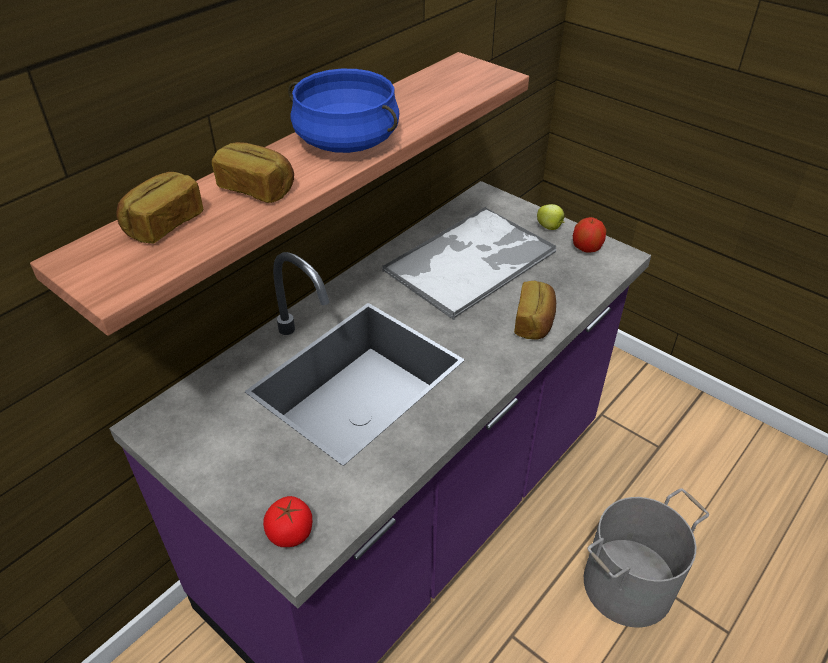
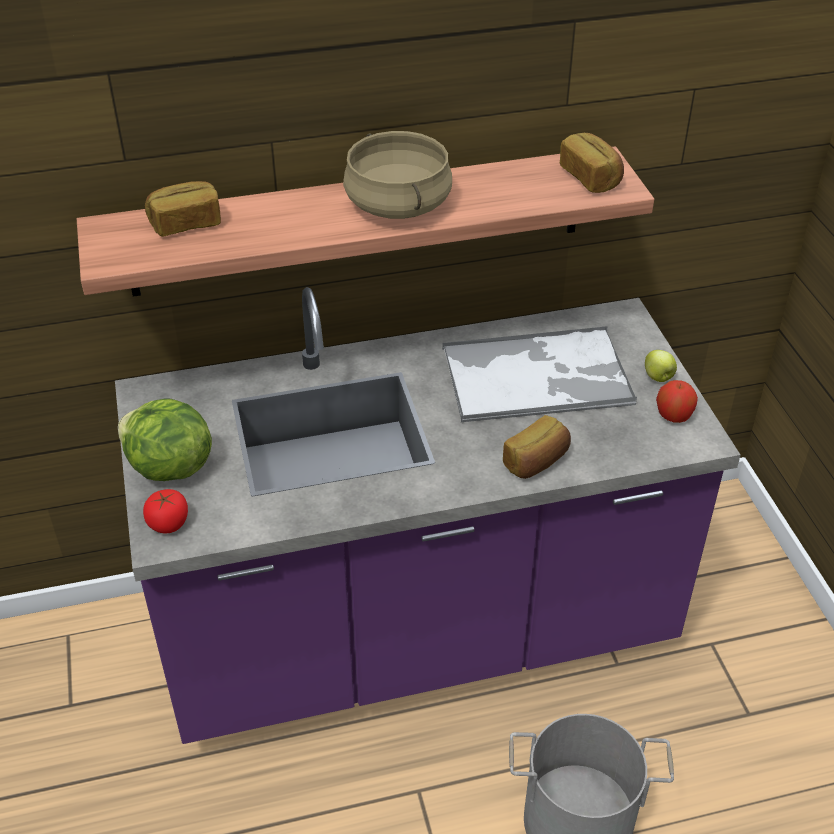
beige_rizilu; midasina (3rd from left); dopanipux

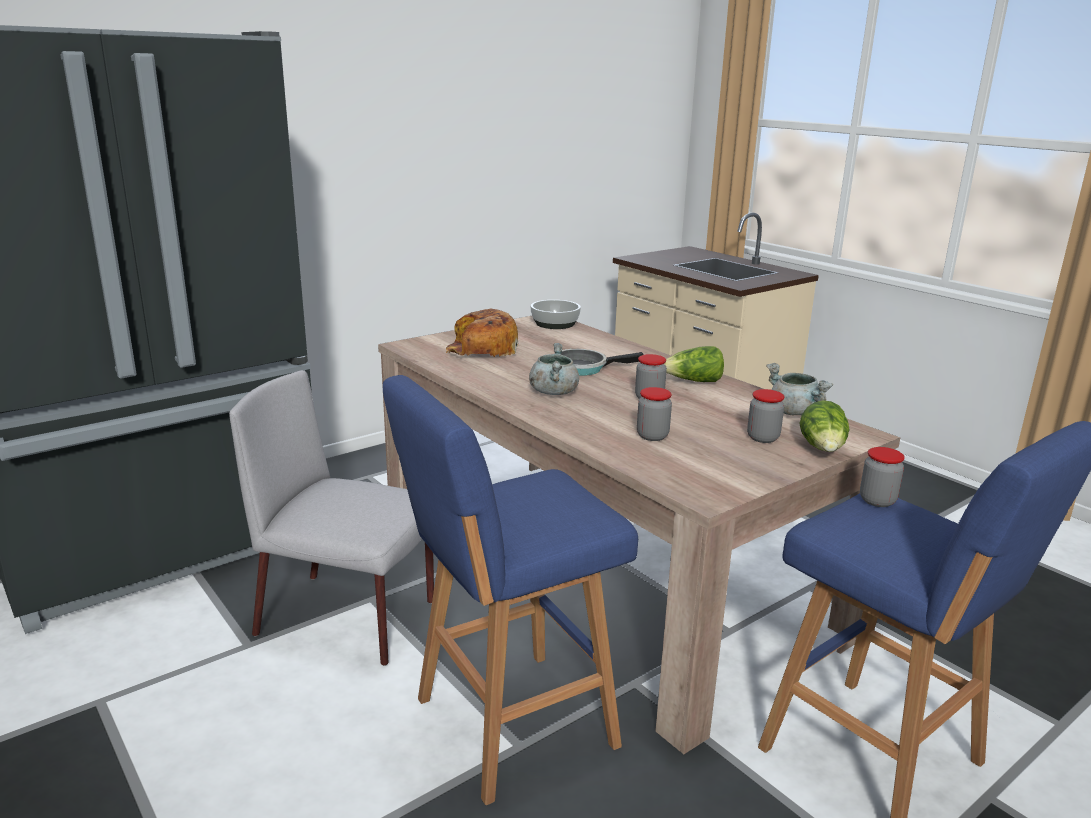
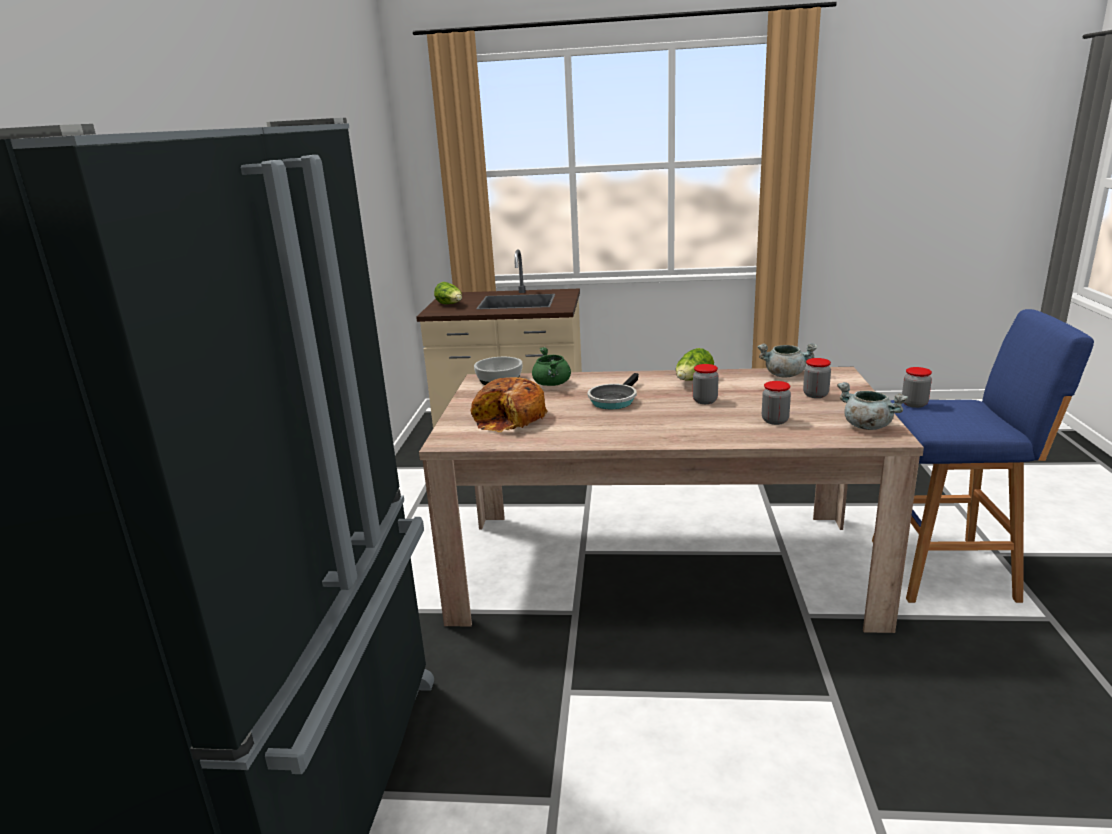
grey_rizilu (2nd from left); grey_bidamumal; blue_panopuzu (1st from left in the first image); dopanipux (1st from left); green_rizilu

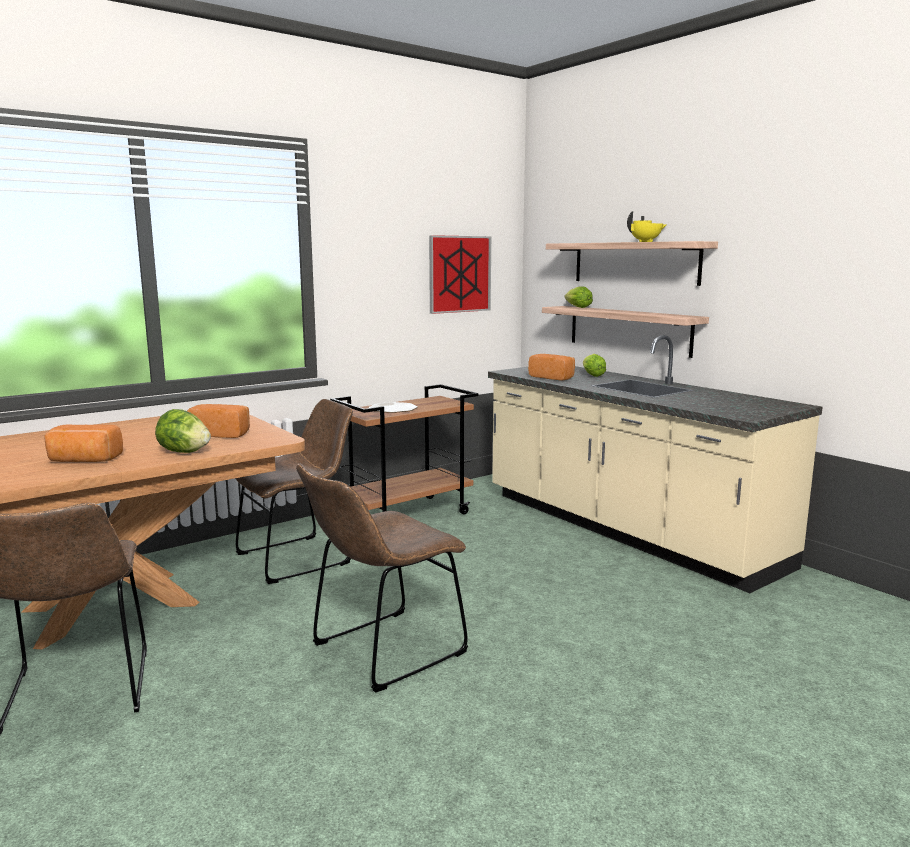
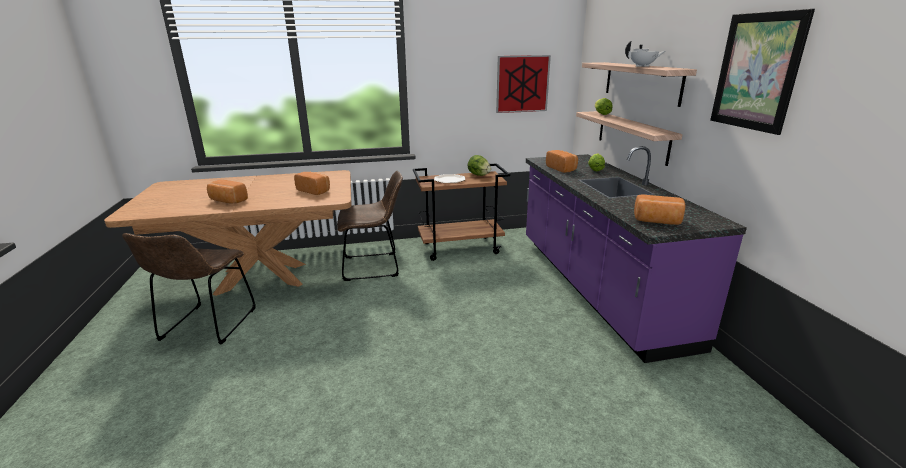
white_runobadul; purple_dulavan; dopanipux (1st from left); brown_bidamumal (3rd from left in the first image); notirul (2nd from left); midasina (4th from left)

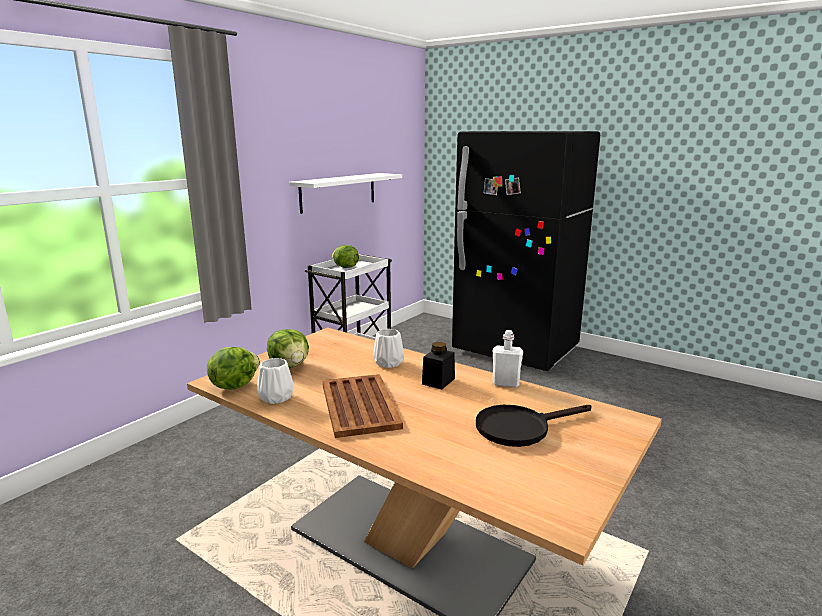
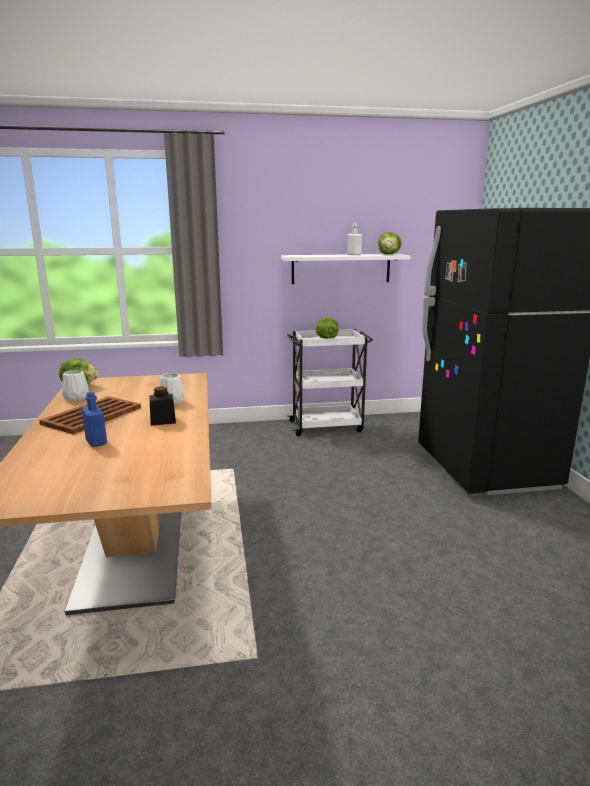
dopanipux (3rd from left); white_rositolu; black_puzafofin; blue_rositolu

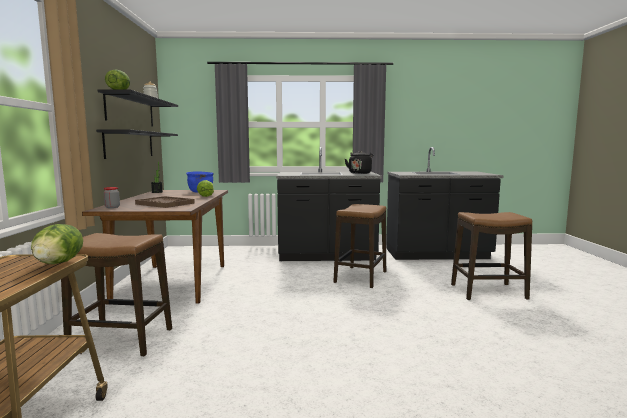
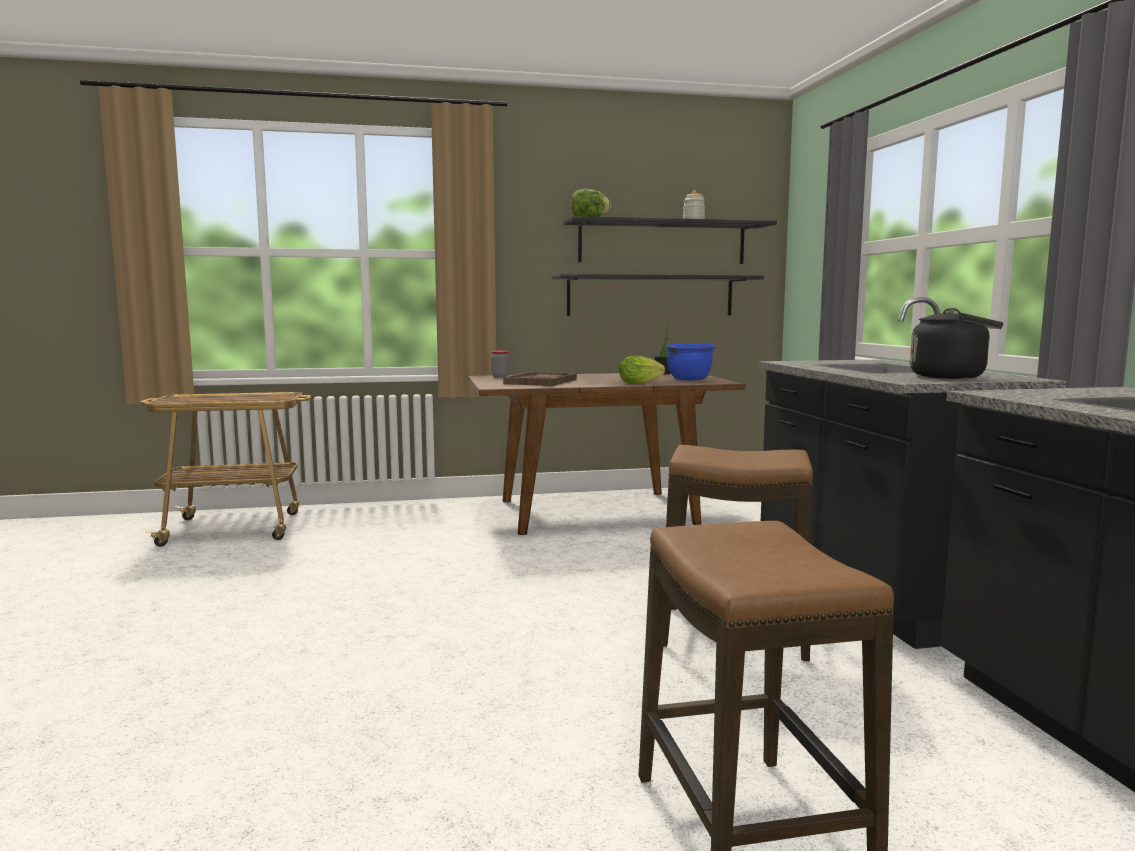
dopanipux (1st from left in the first image); panopuzu (1st from left in the first image)

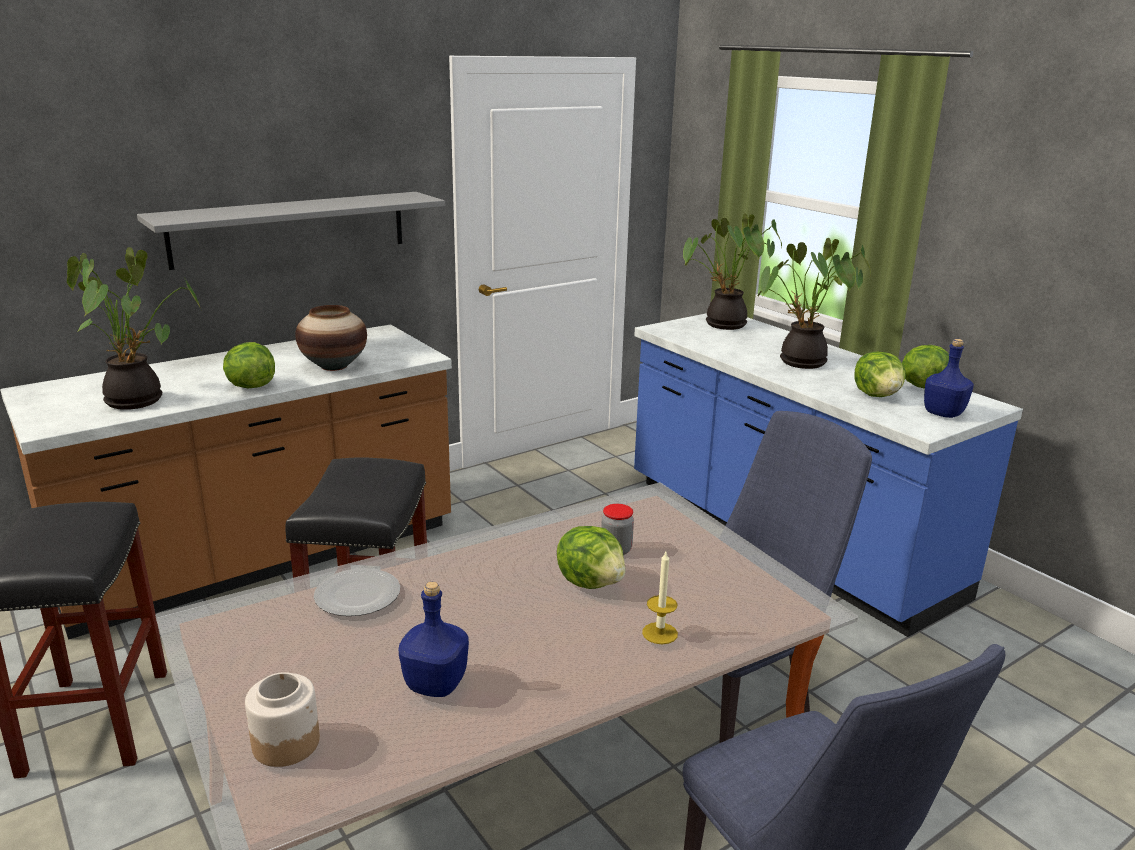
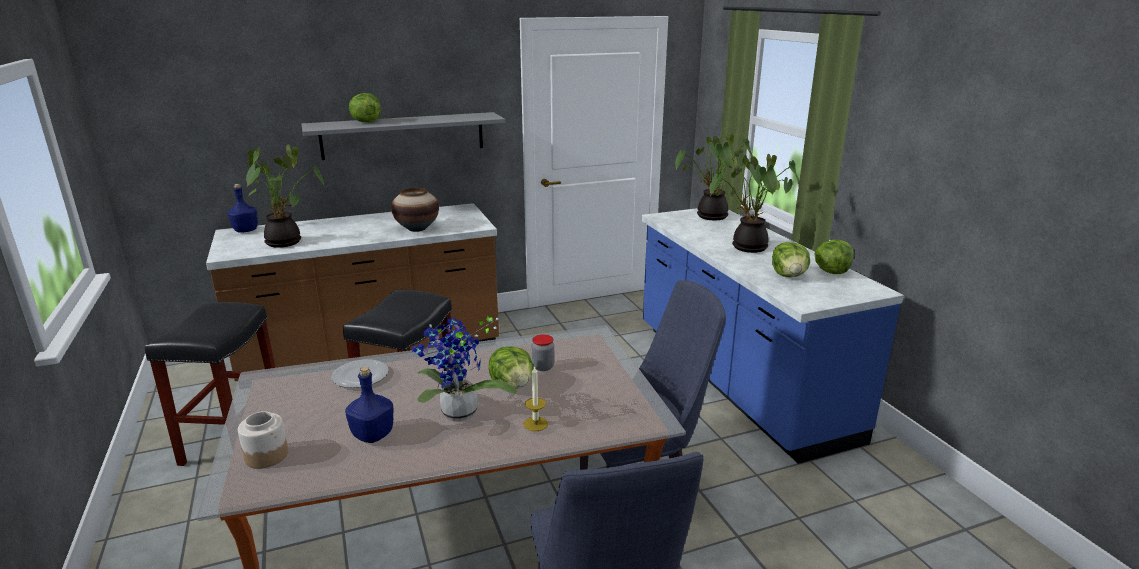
blue_rositolu (1st from left); dopanipux (1st from left); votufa (2nd from left)

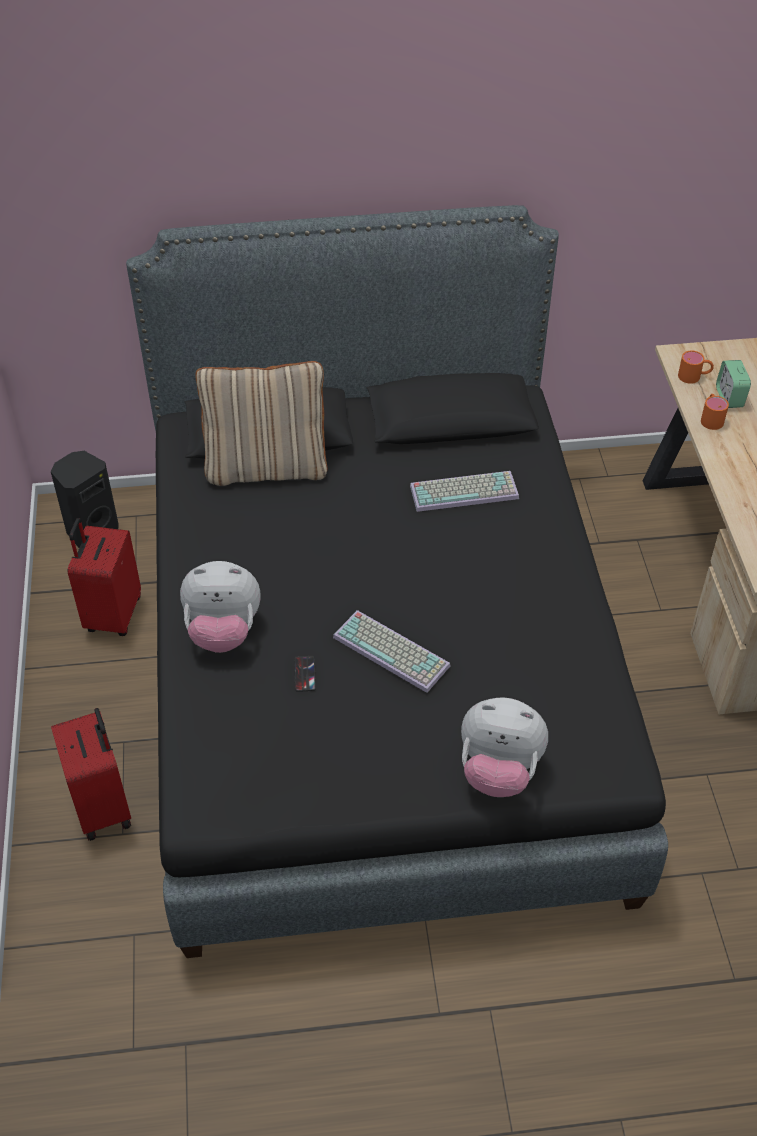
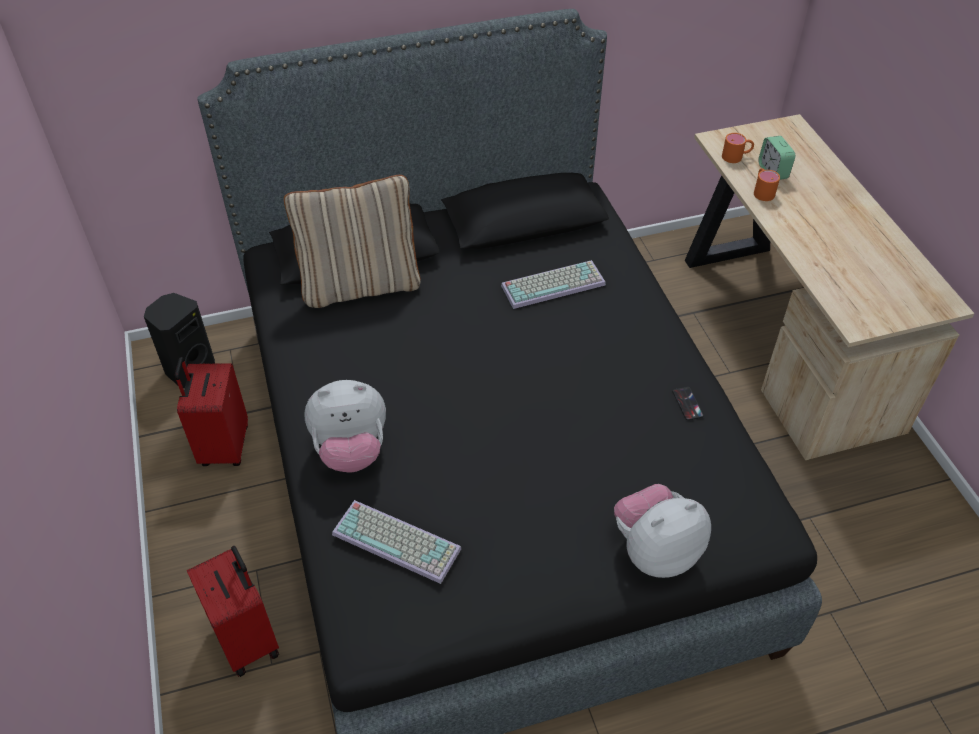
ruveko (1st from left); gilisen; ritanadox (2nd from left)

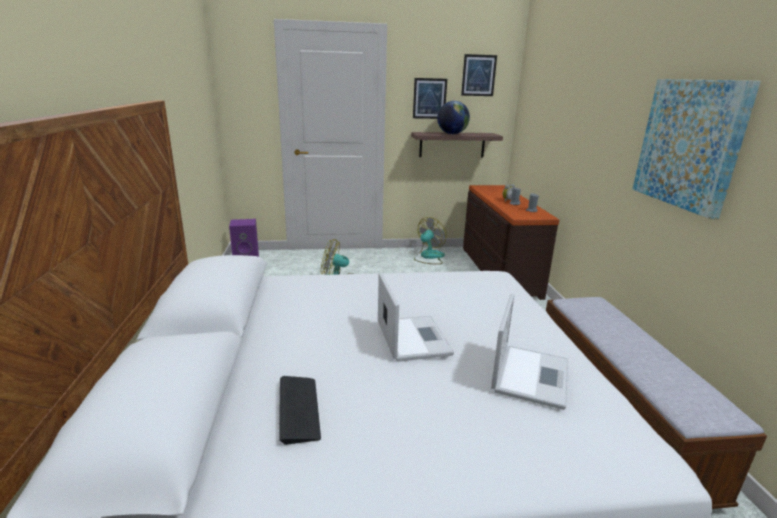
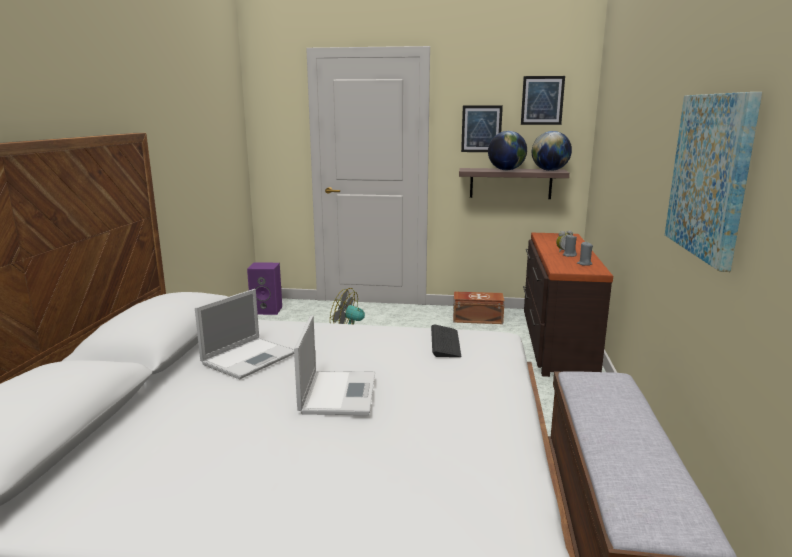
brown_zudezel; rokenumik (1st from left); ruveko; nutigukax (2nd from left)

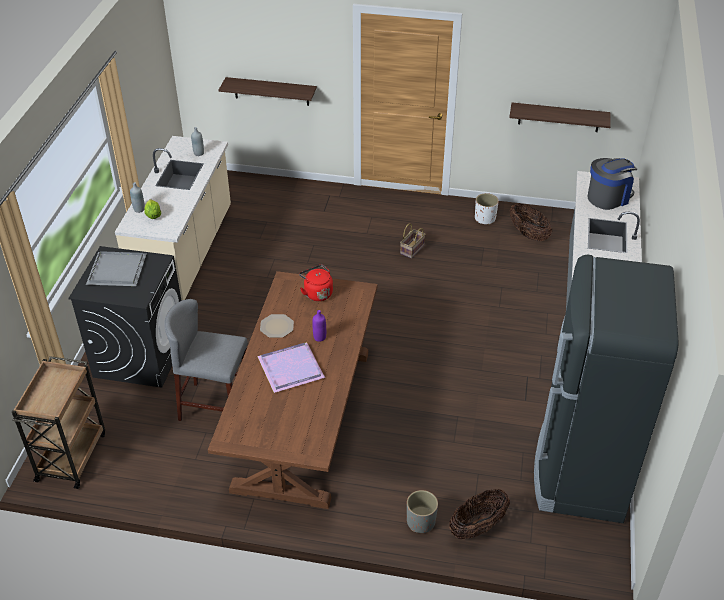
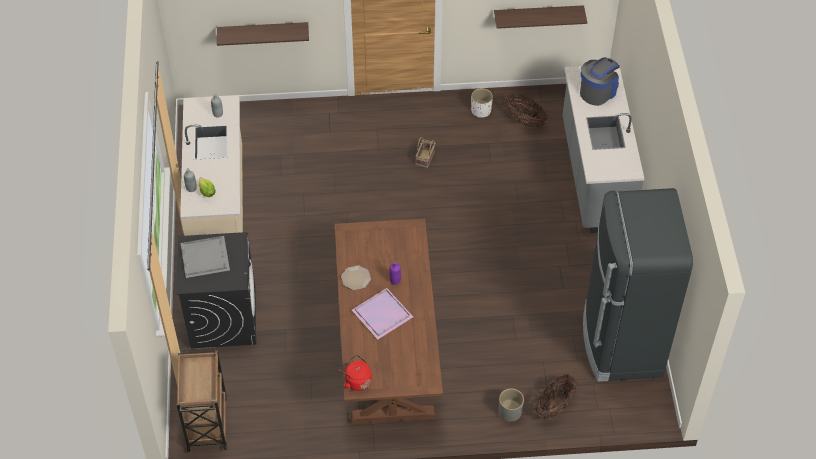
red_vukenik; grey_panopuzu

